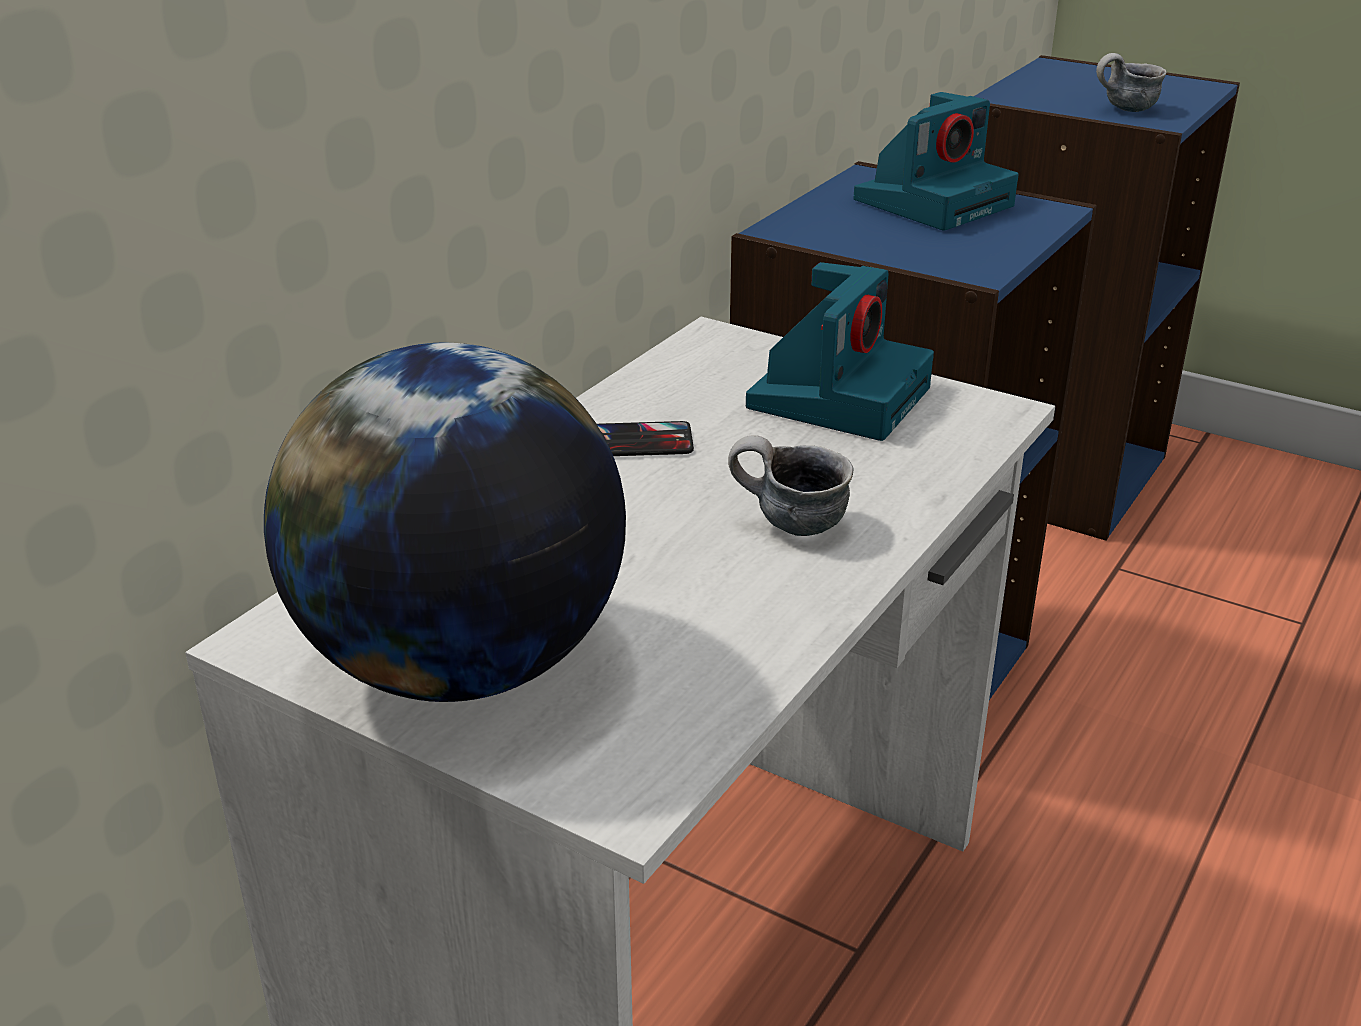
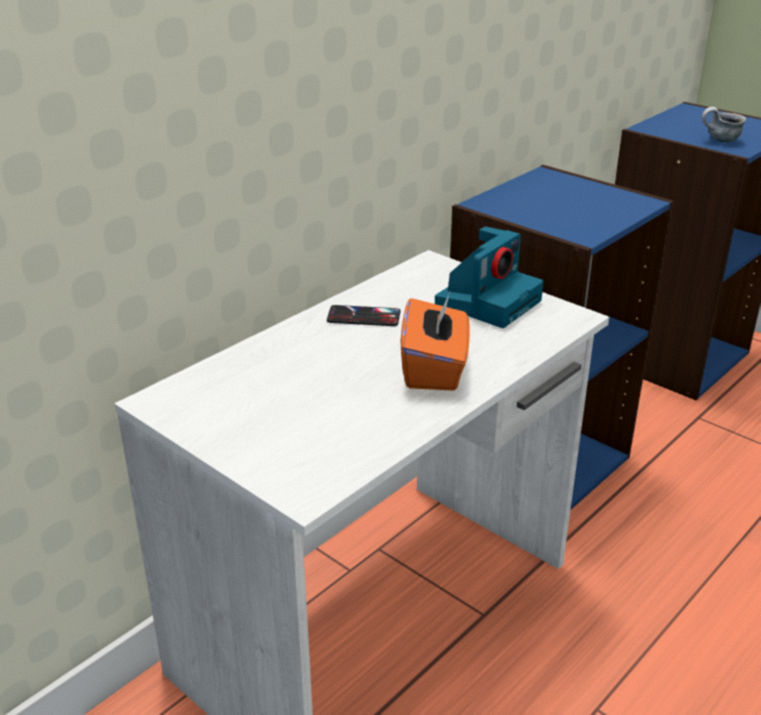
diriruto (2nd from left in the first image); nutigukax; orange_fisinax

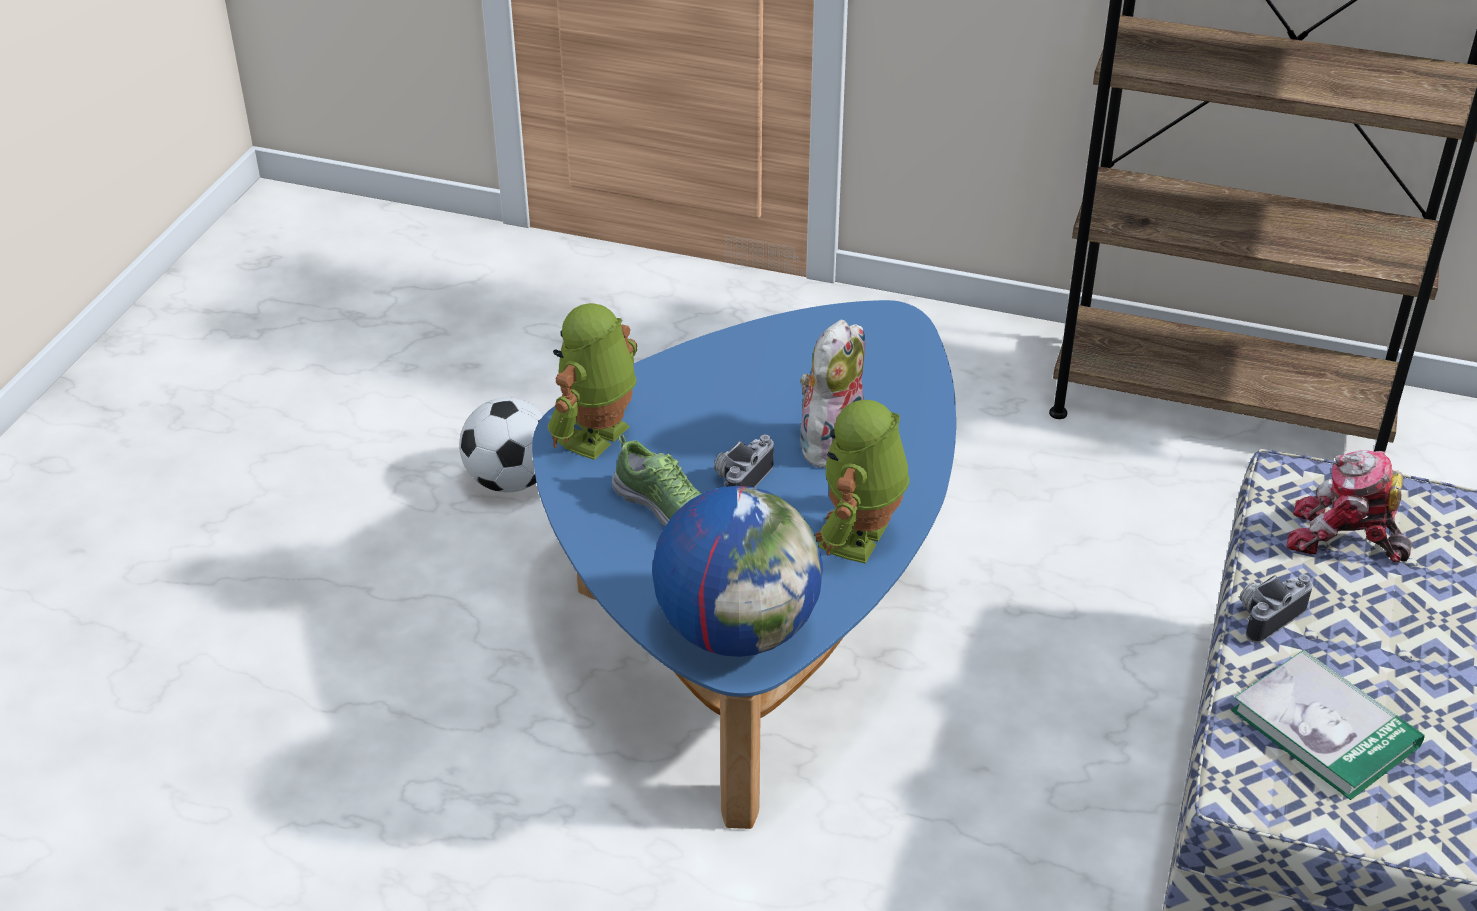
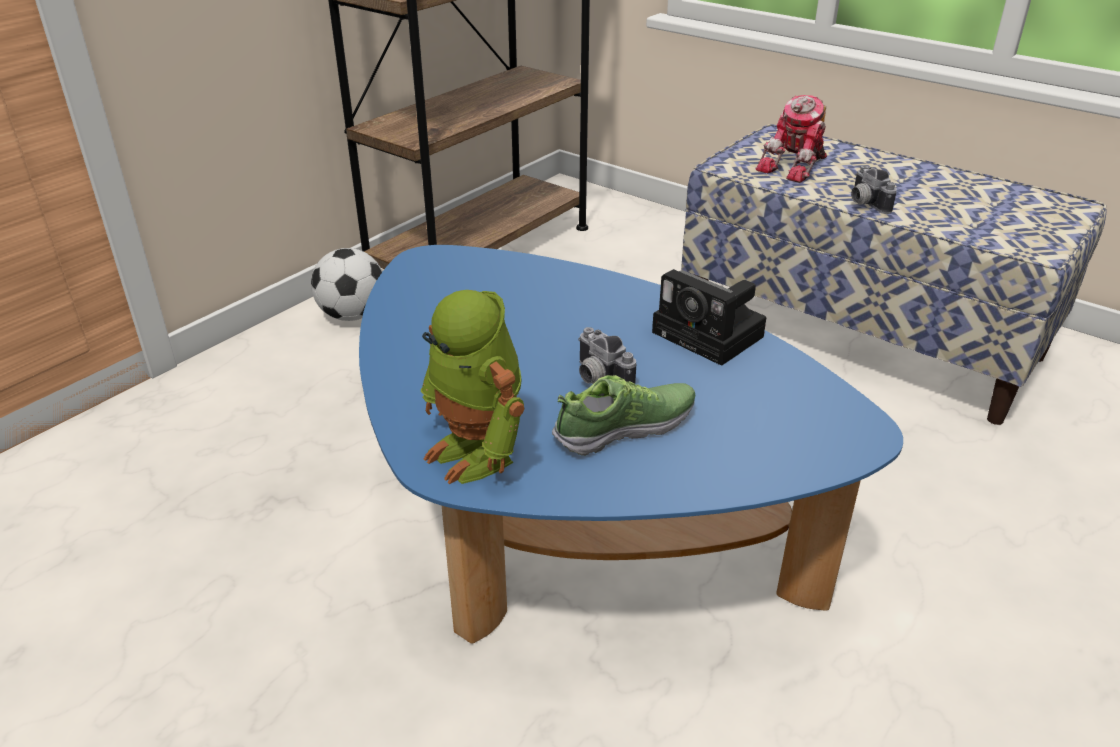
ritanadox; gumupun; diriruto (2nd from left); nutigukax; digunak

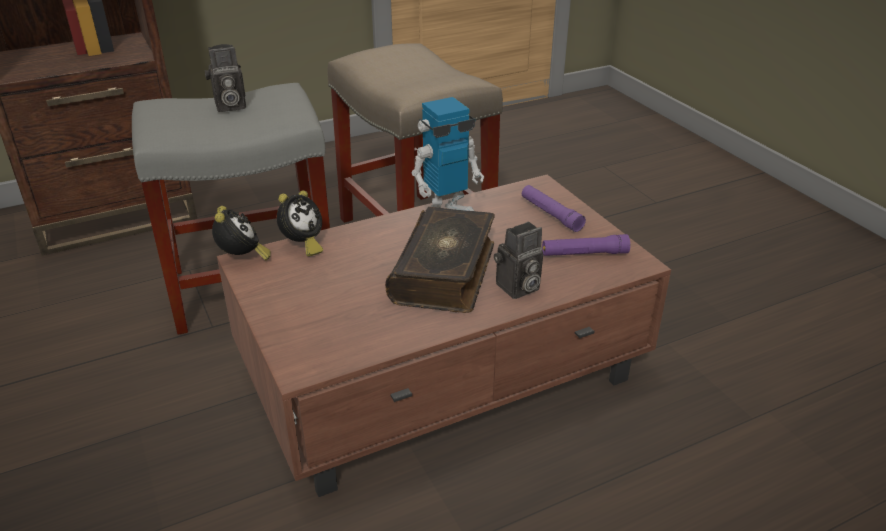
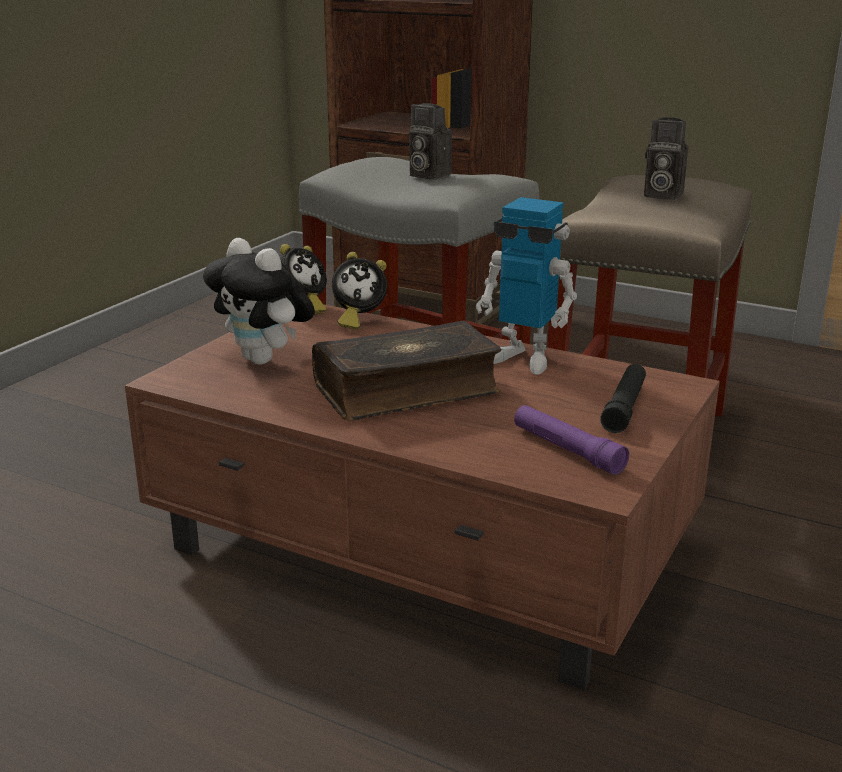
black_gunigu; diriruto (2nd from left); ritanadox

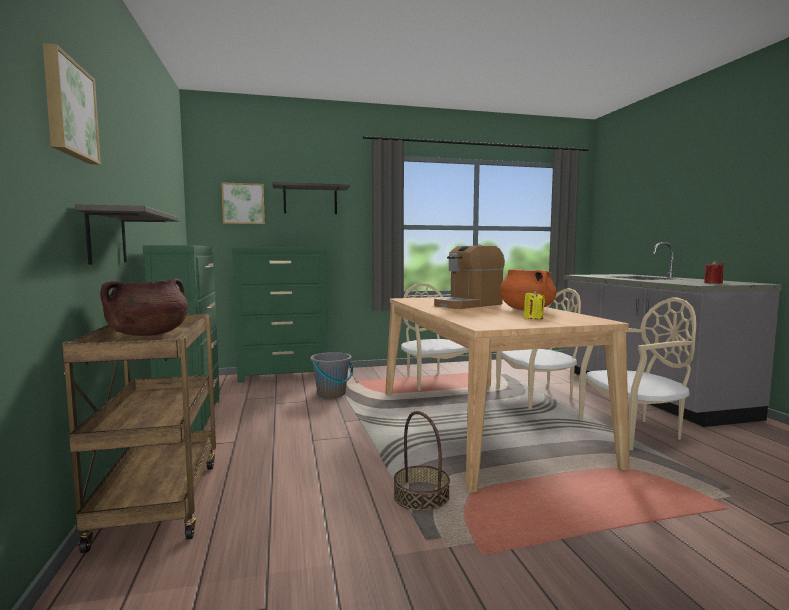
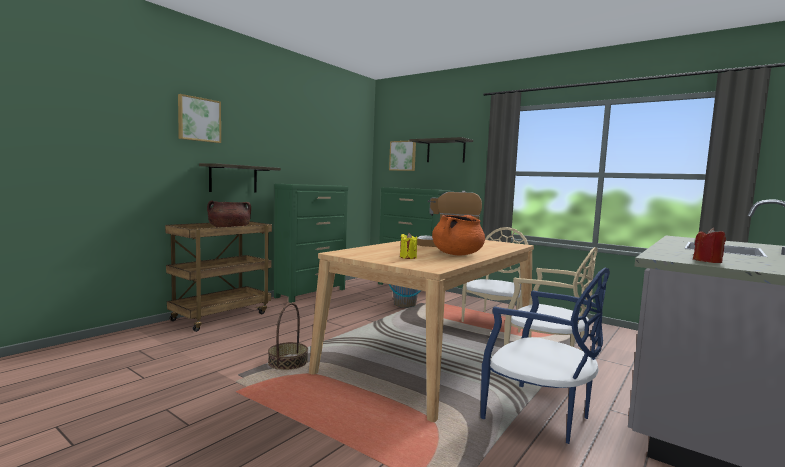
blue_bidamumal

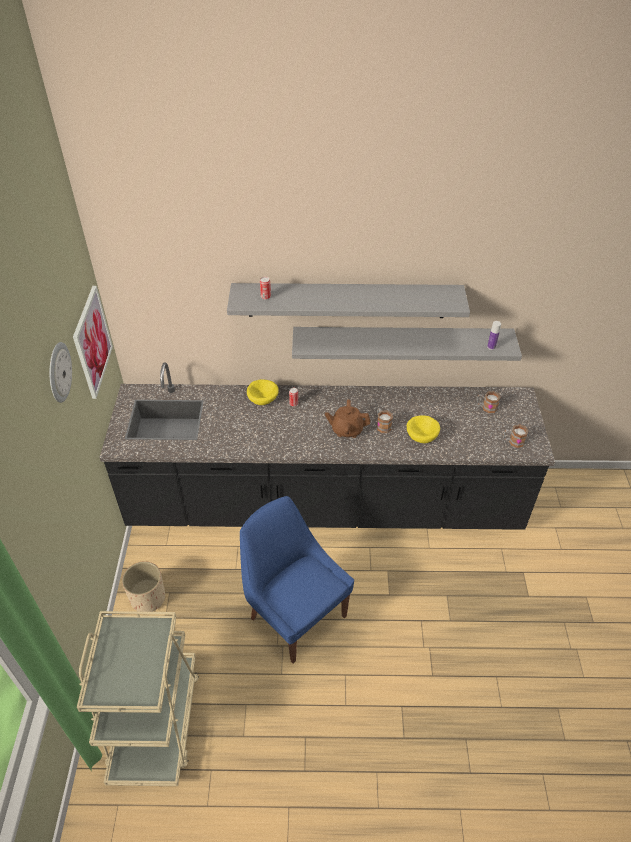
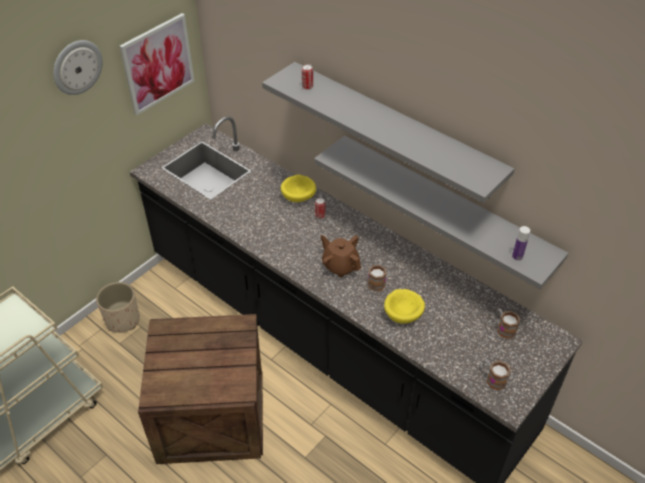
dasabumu

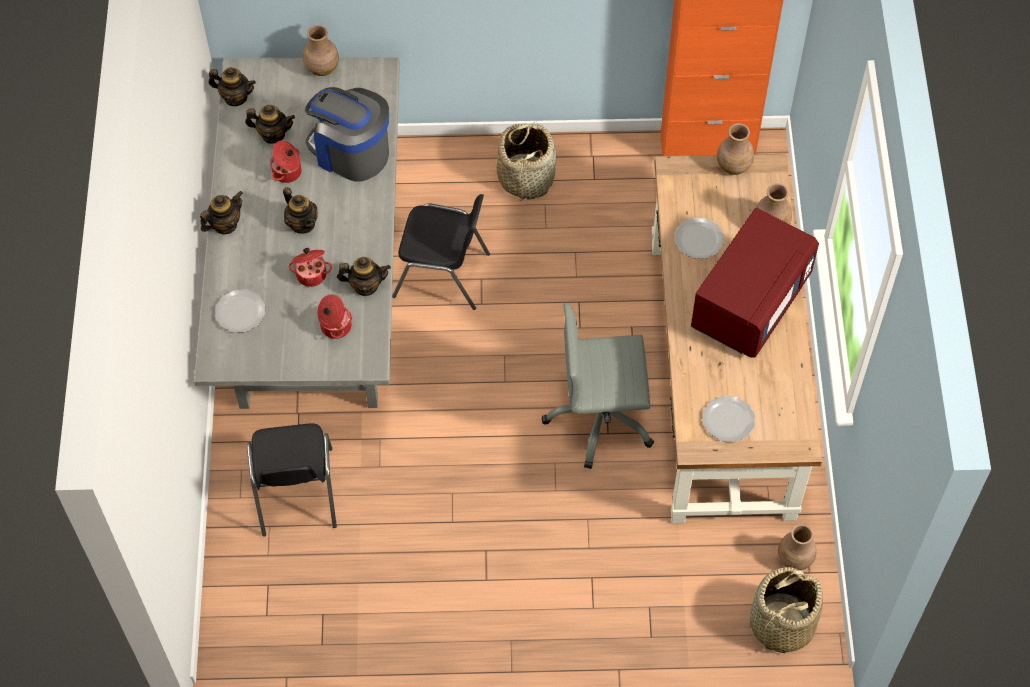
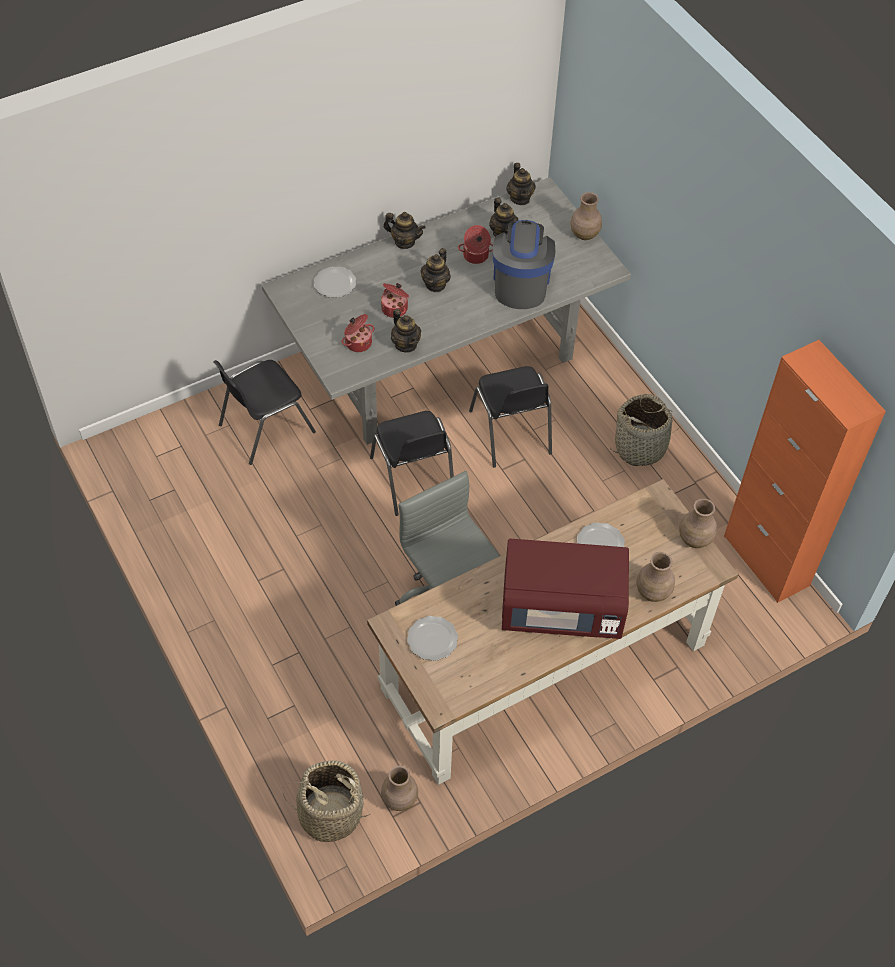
black_bidamumal (2nd from left)

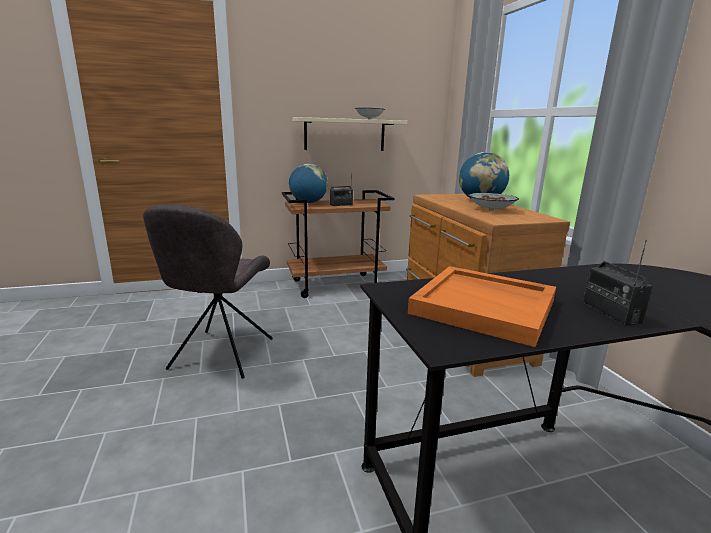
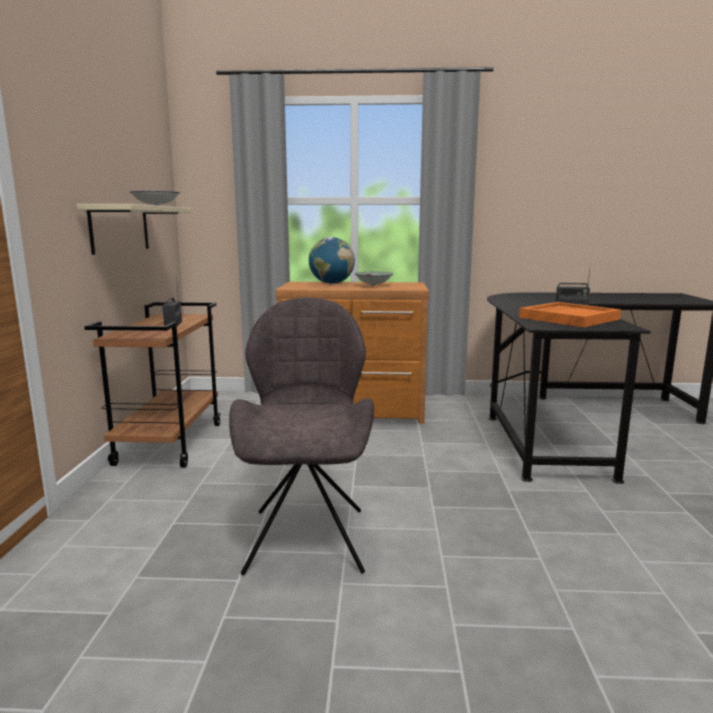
nutigukax (1st from left in the first image); grey_bidamumal

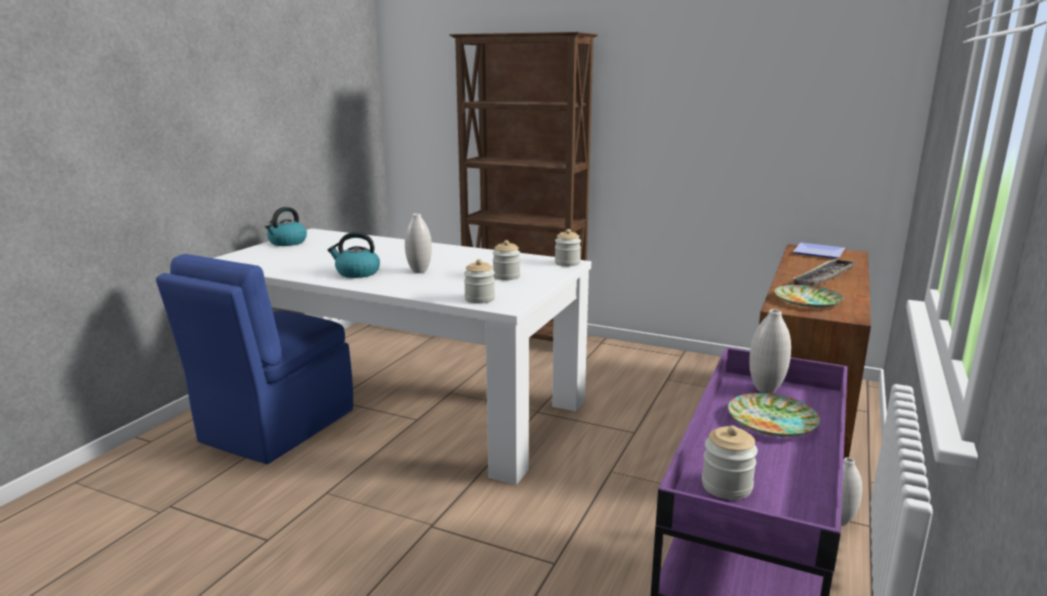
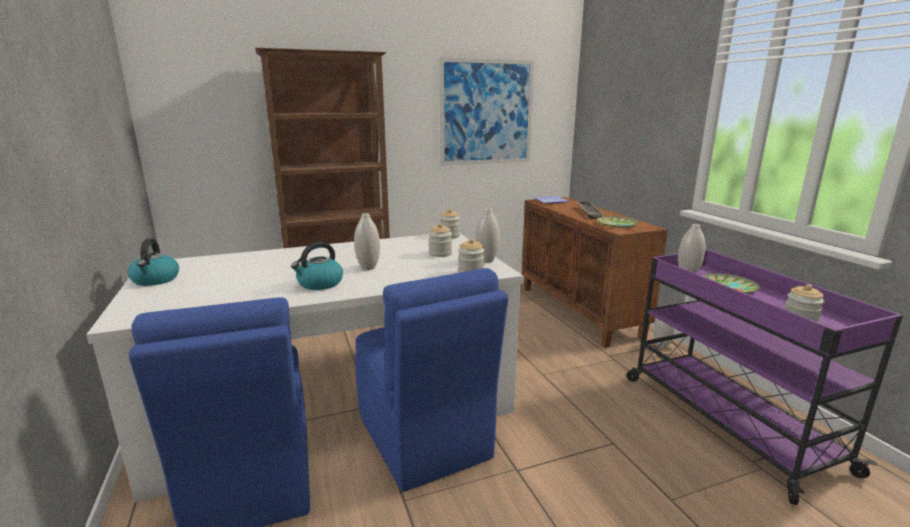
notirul; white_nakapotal (2nd from left); blue_bidamumal (2nd from left)

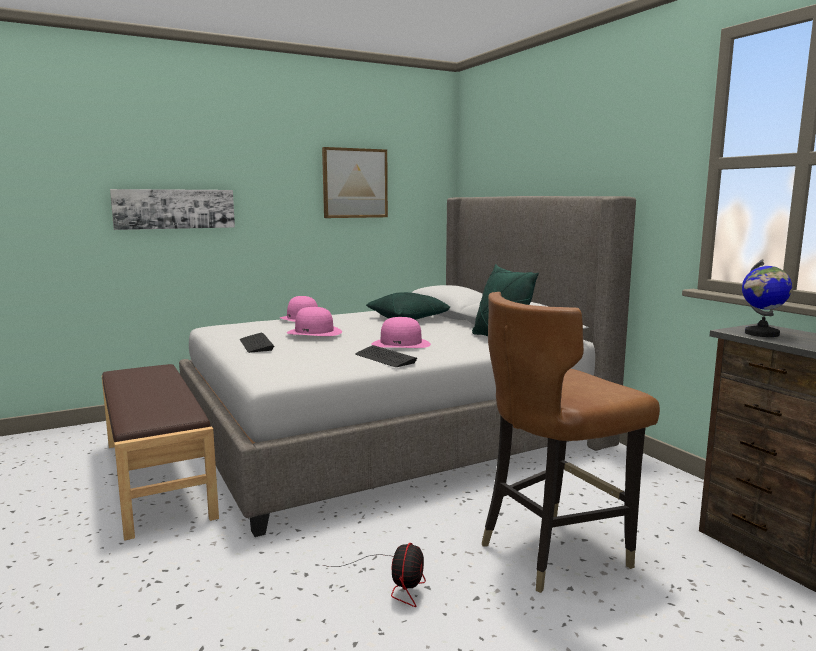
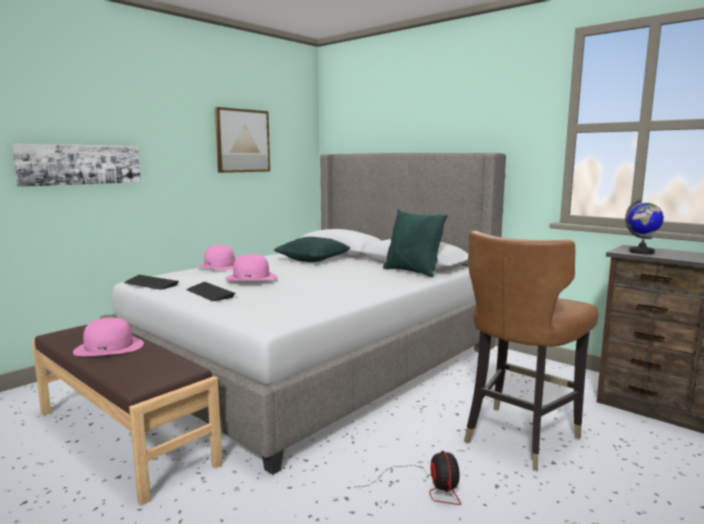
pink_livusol (1st from left); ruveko (1st from left)

